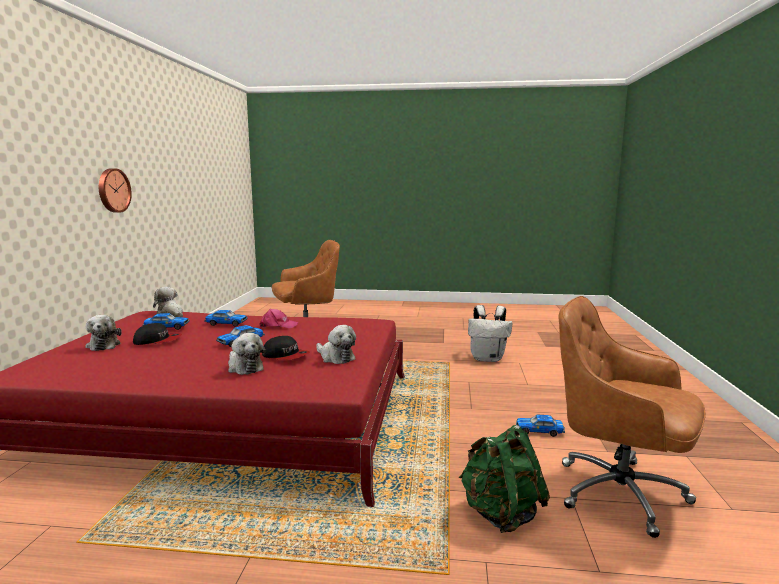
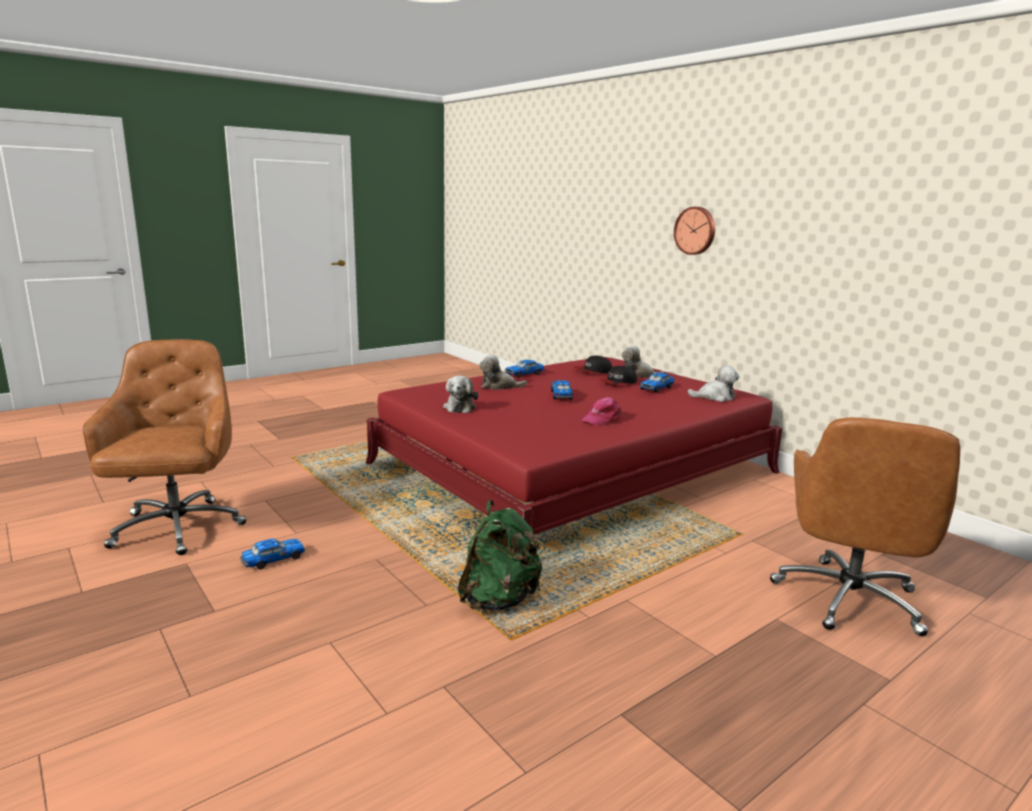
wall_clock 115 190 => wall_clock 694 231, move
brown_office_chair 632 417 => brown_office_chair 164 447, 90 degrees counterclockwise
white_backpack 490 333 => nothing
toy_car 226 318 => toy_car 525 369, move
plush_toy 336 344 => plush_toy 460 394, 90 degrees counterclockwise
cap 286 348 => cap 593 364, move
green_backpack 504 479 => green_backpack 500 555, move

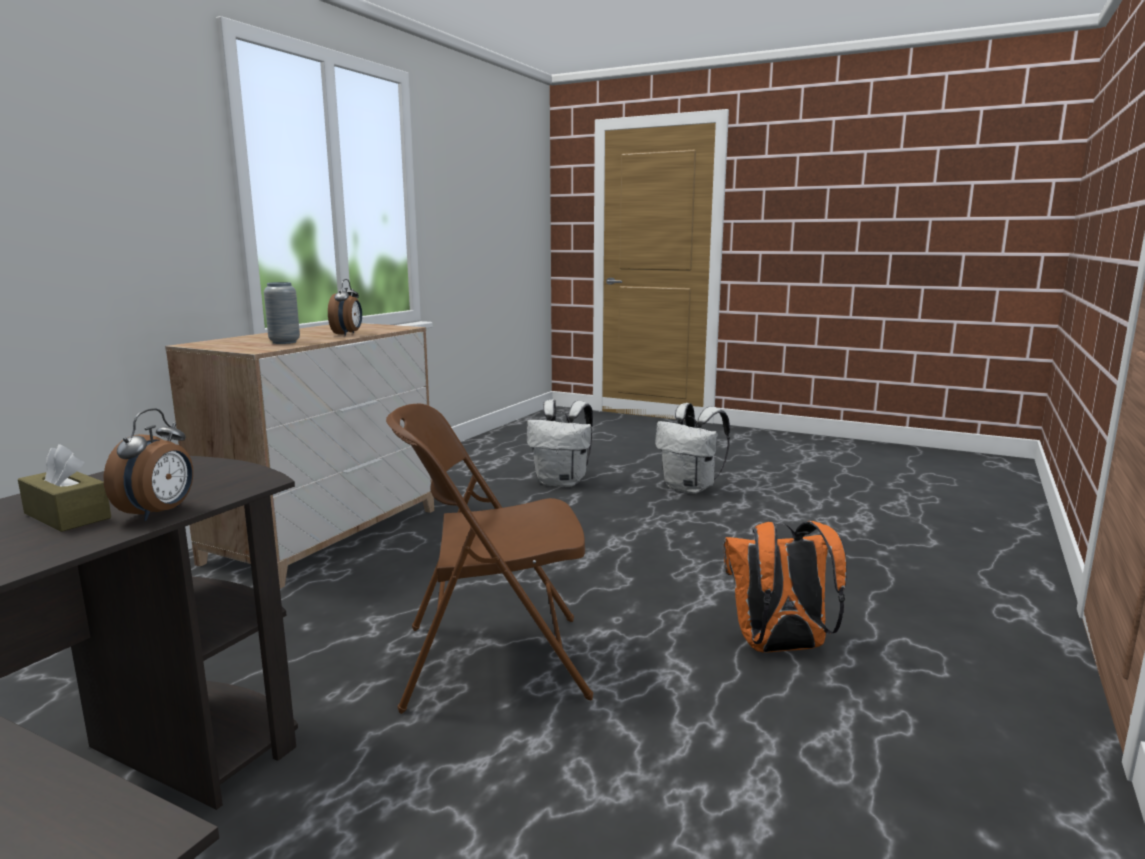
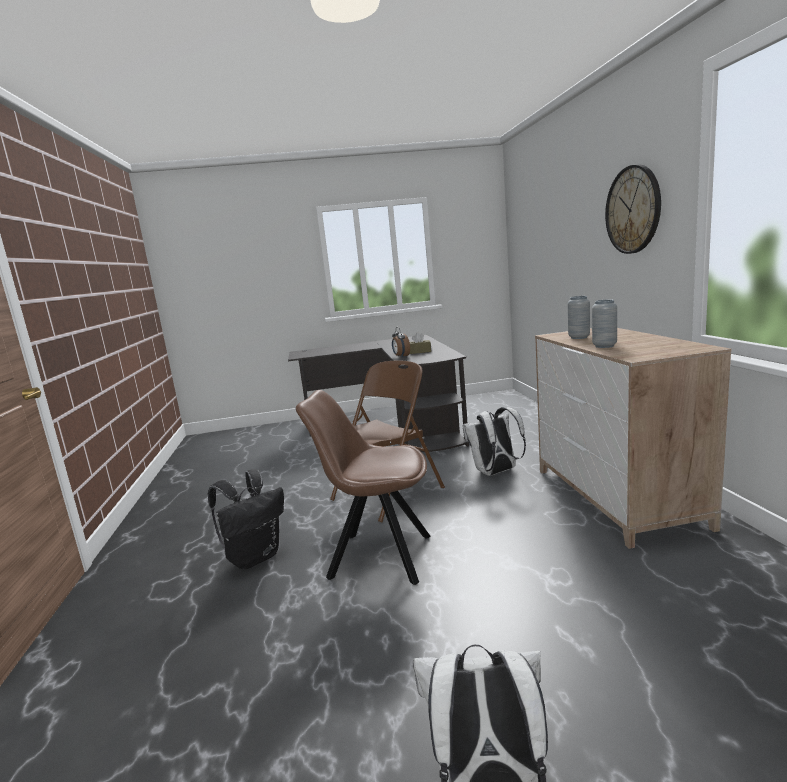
alarm_clock 345 307 => grey_vase 604 324
white_backpack 560 443 => white_backpack 494 441, move
orange_backpack 785 587 => black_backpack 246 519
nothing => wall_clock 633 209
nothing => brown_chair 363 487

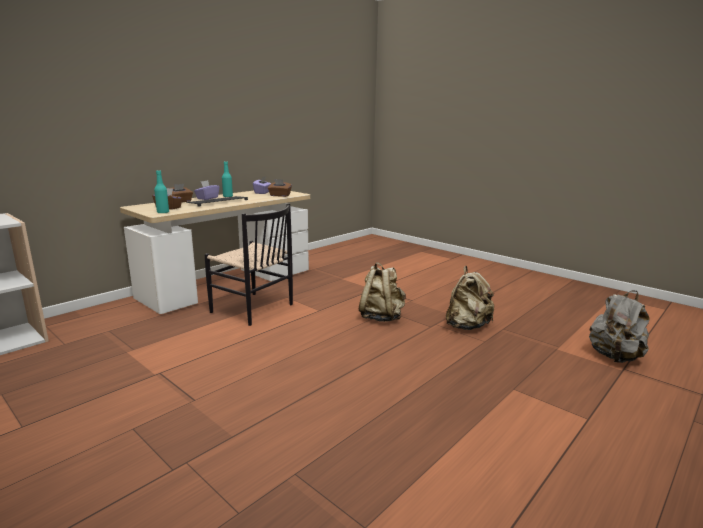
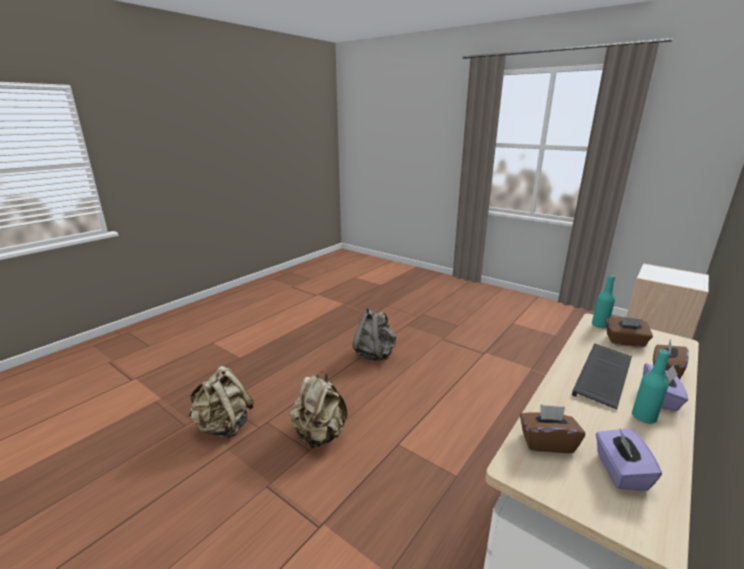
black_chair 248 264 => nothing
grey_backpack 619 327 => grey_backpack 374 334, move

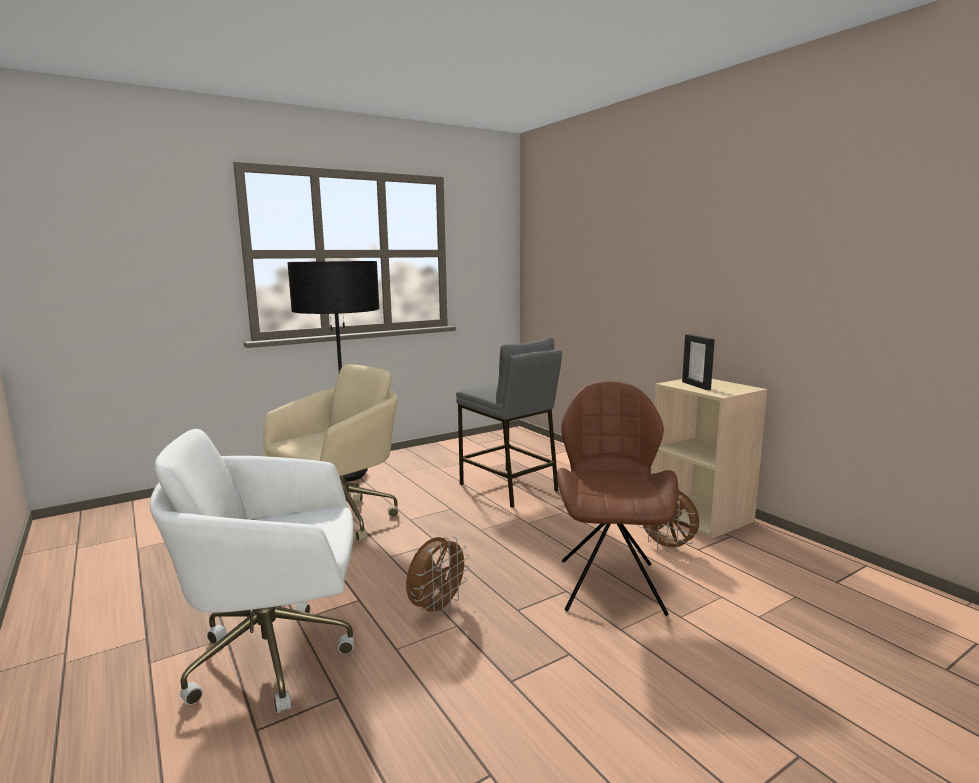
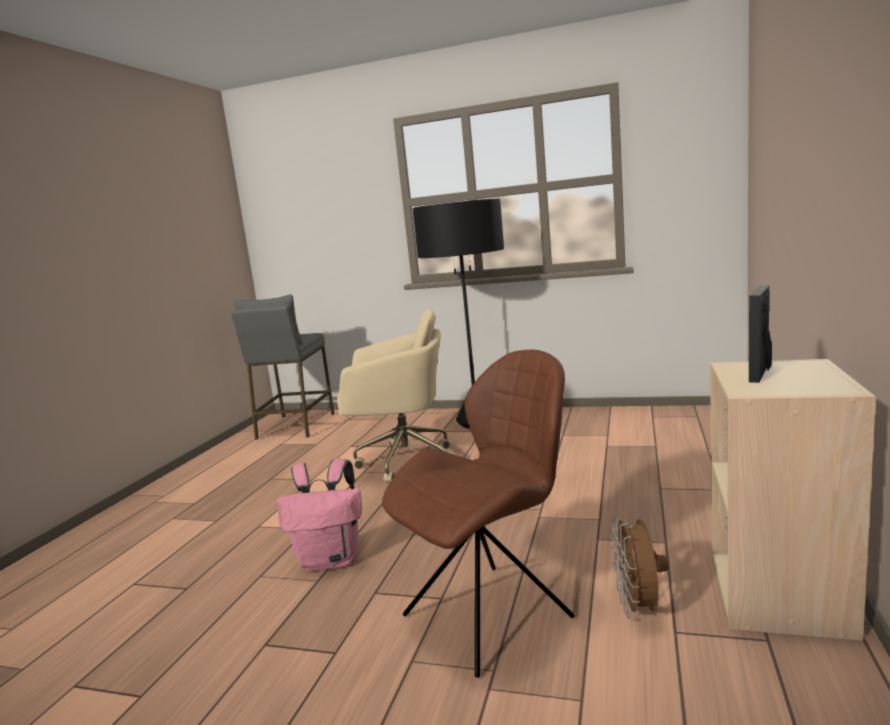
grey_stool 509 422 => grey_stool 282 367, move
white_office_chair 252 571 => nothing
brown_fan 438 577 => pink_backpack 319 515

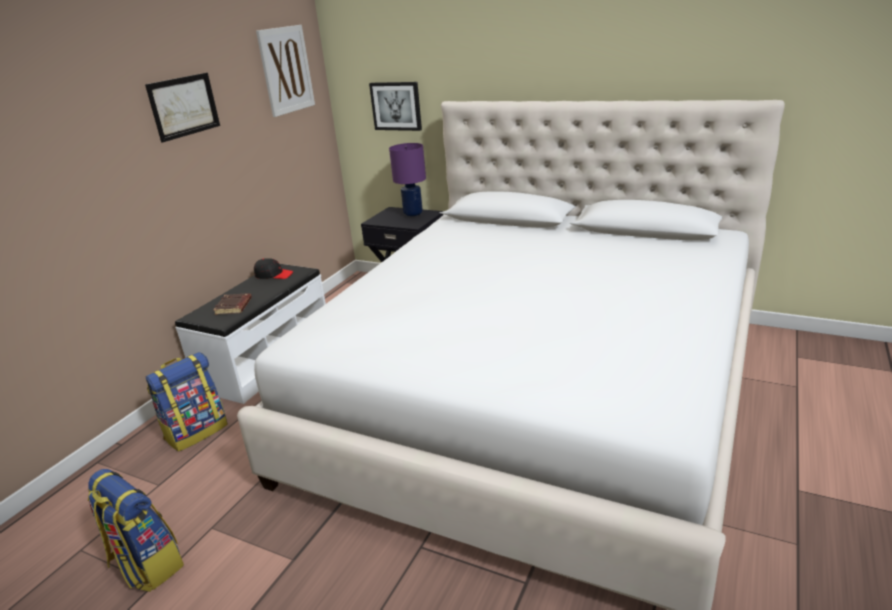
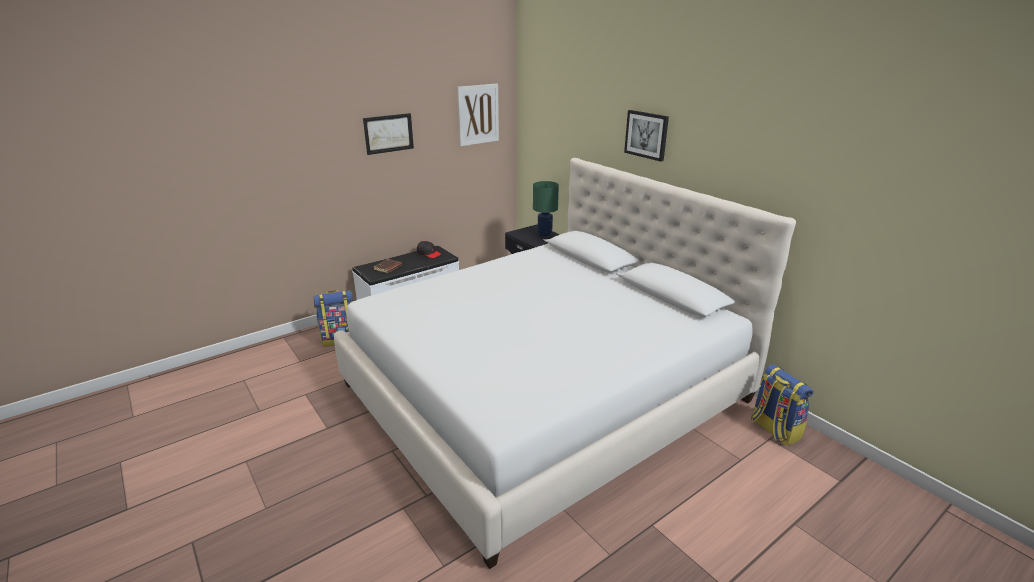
picture 395 106 => picture 646 136, move
purple_table_lamp 407 179 => green_table_lamp 546 209
backpack 136 530 => backpack 782 405, move

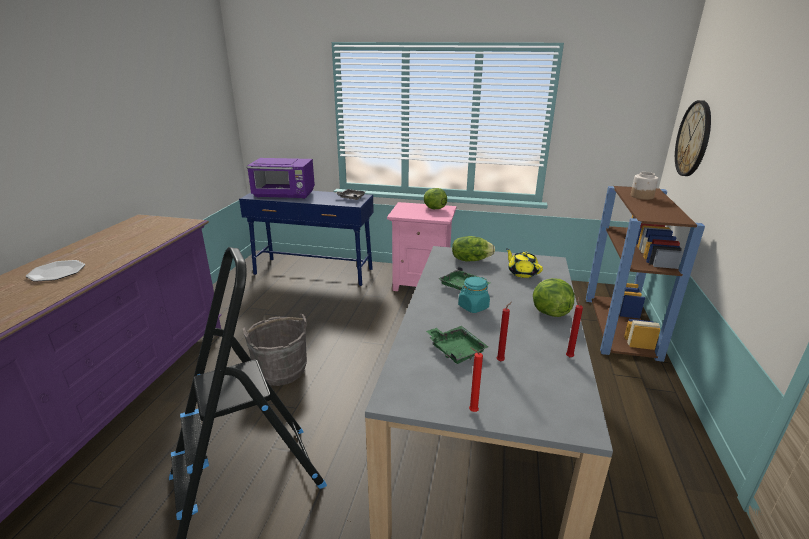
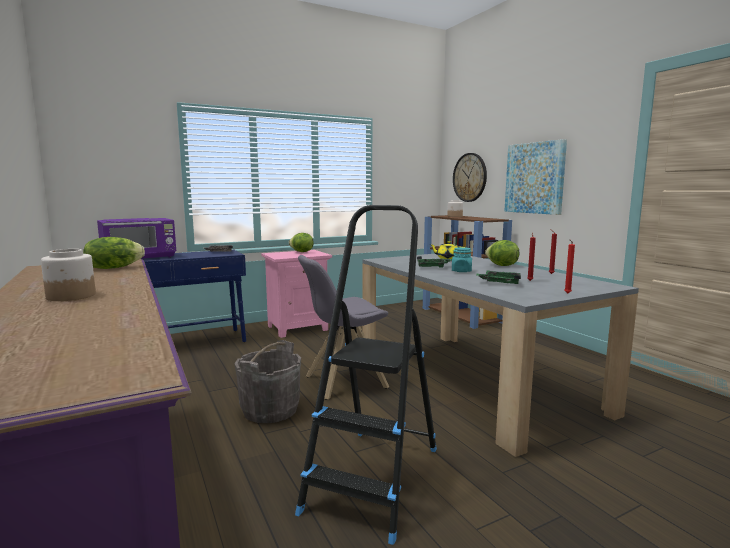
lettuce 473 248 => lettuce 114 253, move
plate 55 271 => jar 68 275
nothing => picture 535 177
nothing => grey_chair 343 327

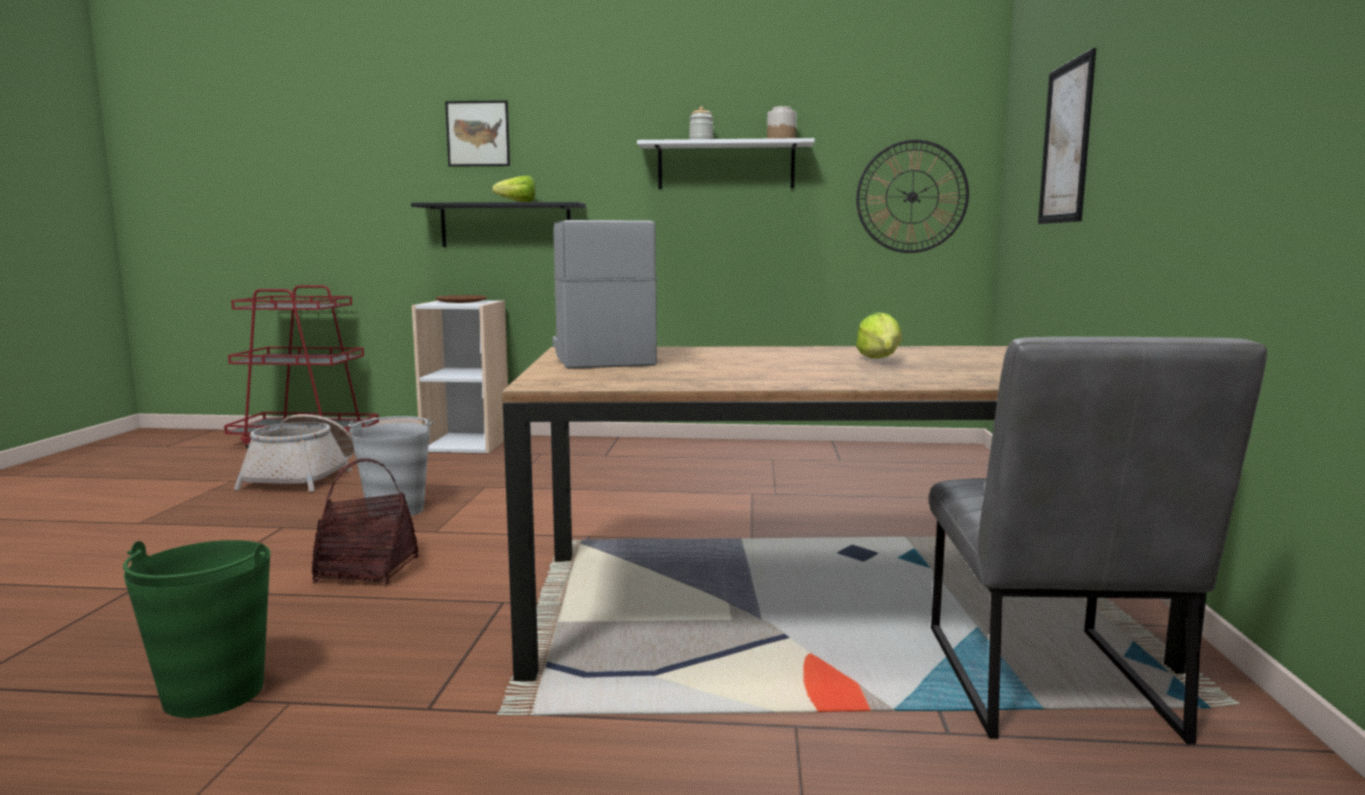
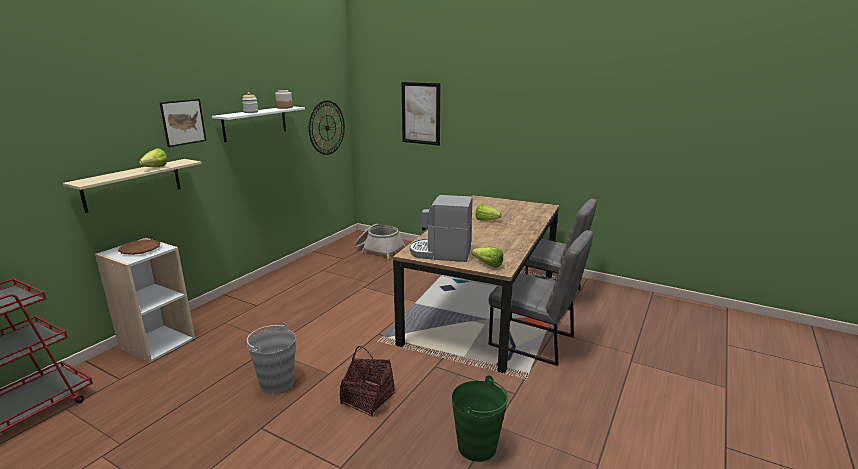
picture 477 133 => picture 182 123, move
black_shelf 498 224 => beige_shelf 132 186
basket 294 453 => basket 380 241, move
nothing => grey_chair 541 298
nothing => lettuce 487 257

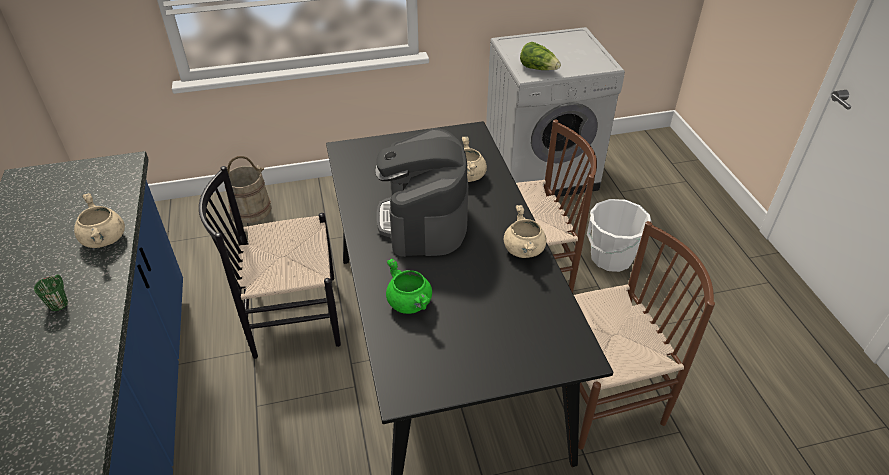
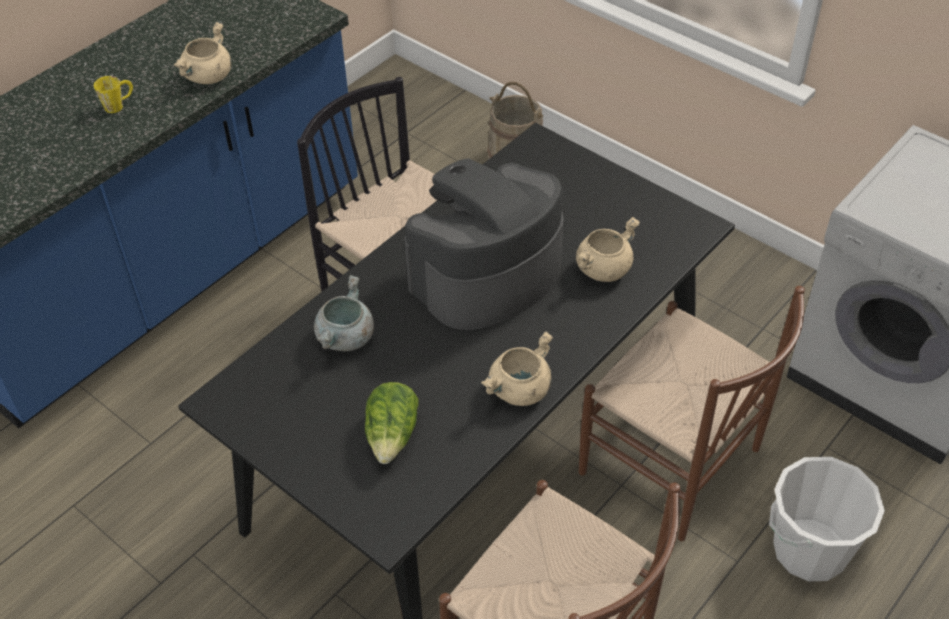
lettuce 540 56 => lettuce 392 423, move
green_cooking_pot 409 286 => grey_cooking_pot 344 313
green_mug 51 293 => yellow_mug 113 94

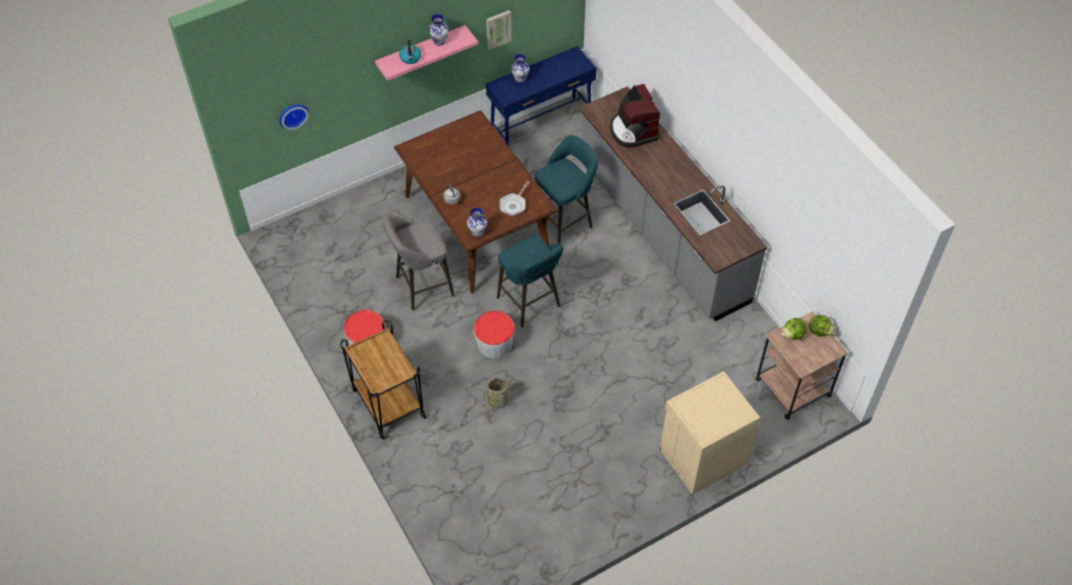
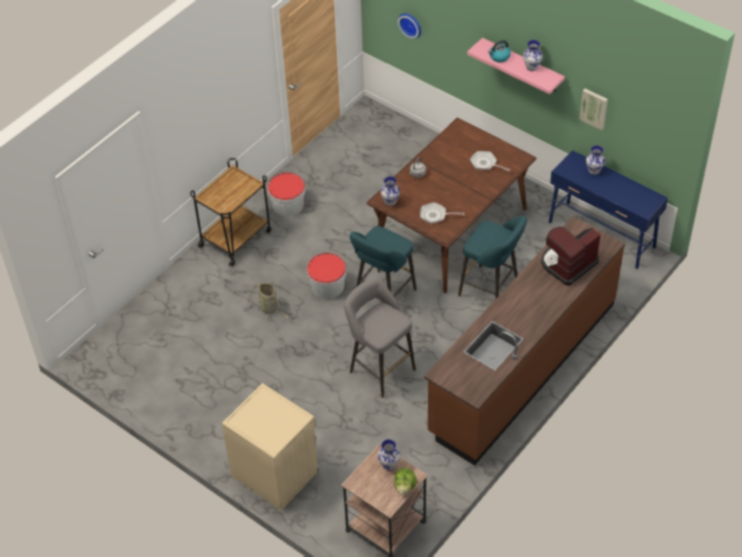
grey_counter 673 203 => brown_counter 524 341
grey_stool 418 263 => grey_stool 380 338, move
lettuce 794 329 => vase 389 455
nothing => frying_pan 490 161

